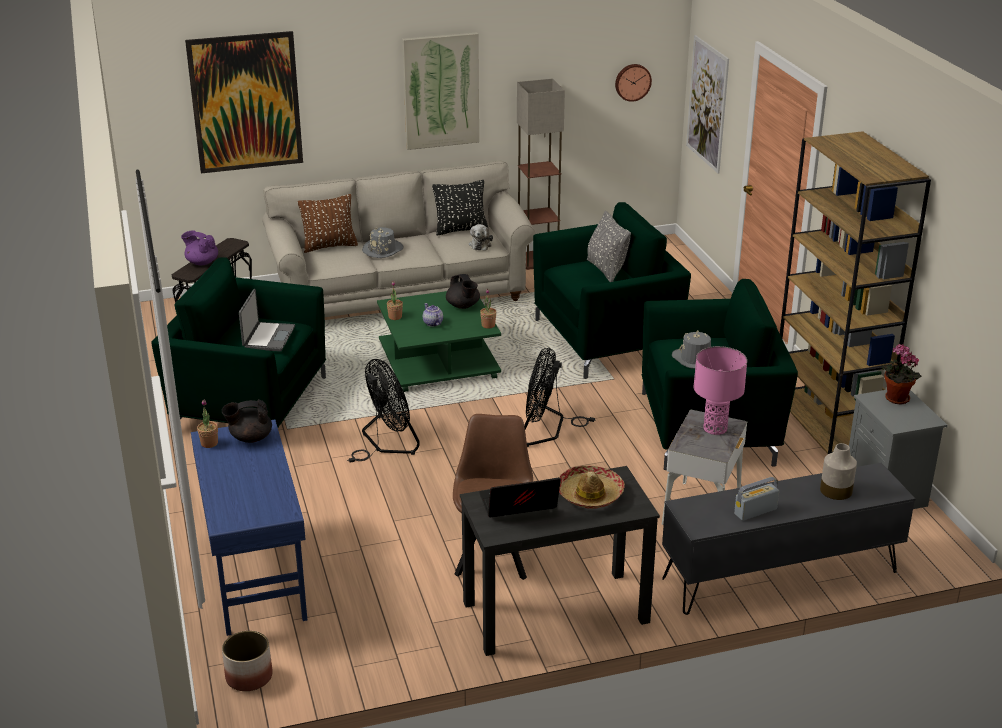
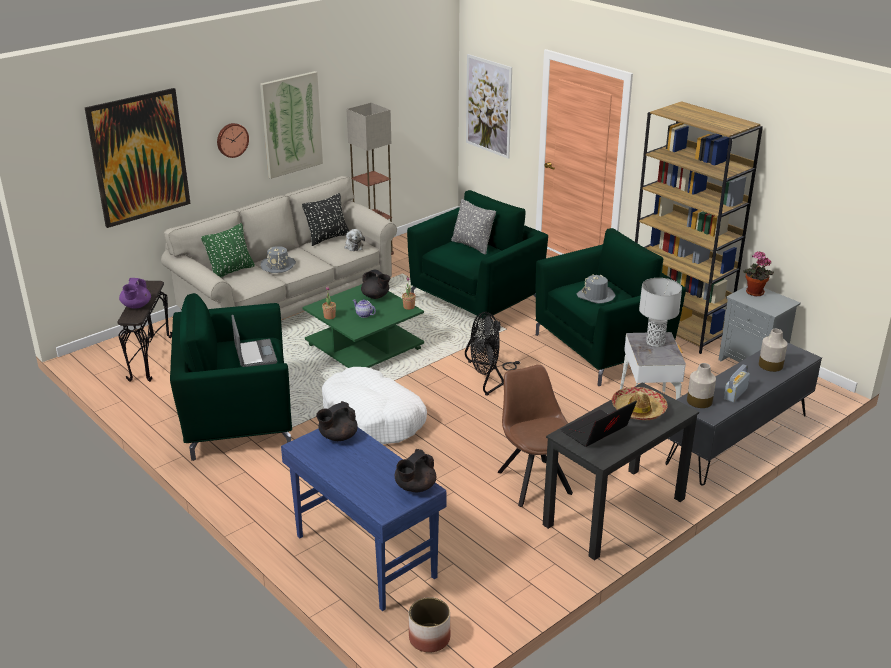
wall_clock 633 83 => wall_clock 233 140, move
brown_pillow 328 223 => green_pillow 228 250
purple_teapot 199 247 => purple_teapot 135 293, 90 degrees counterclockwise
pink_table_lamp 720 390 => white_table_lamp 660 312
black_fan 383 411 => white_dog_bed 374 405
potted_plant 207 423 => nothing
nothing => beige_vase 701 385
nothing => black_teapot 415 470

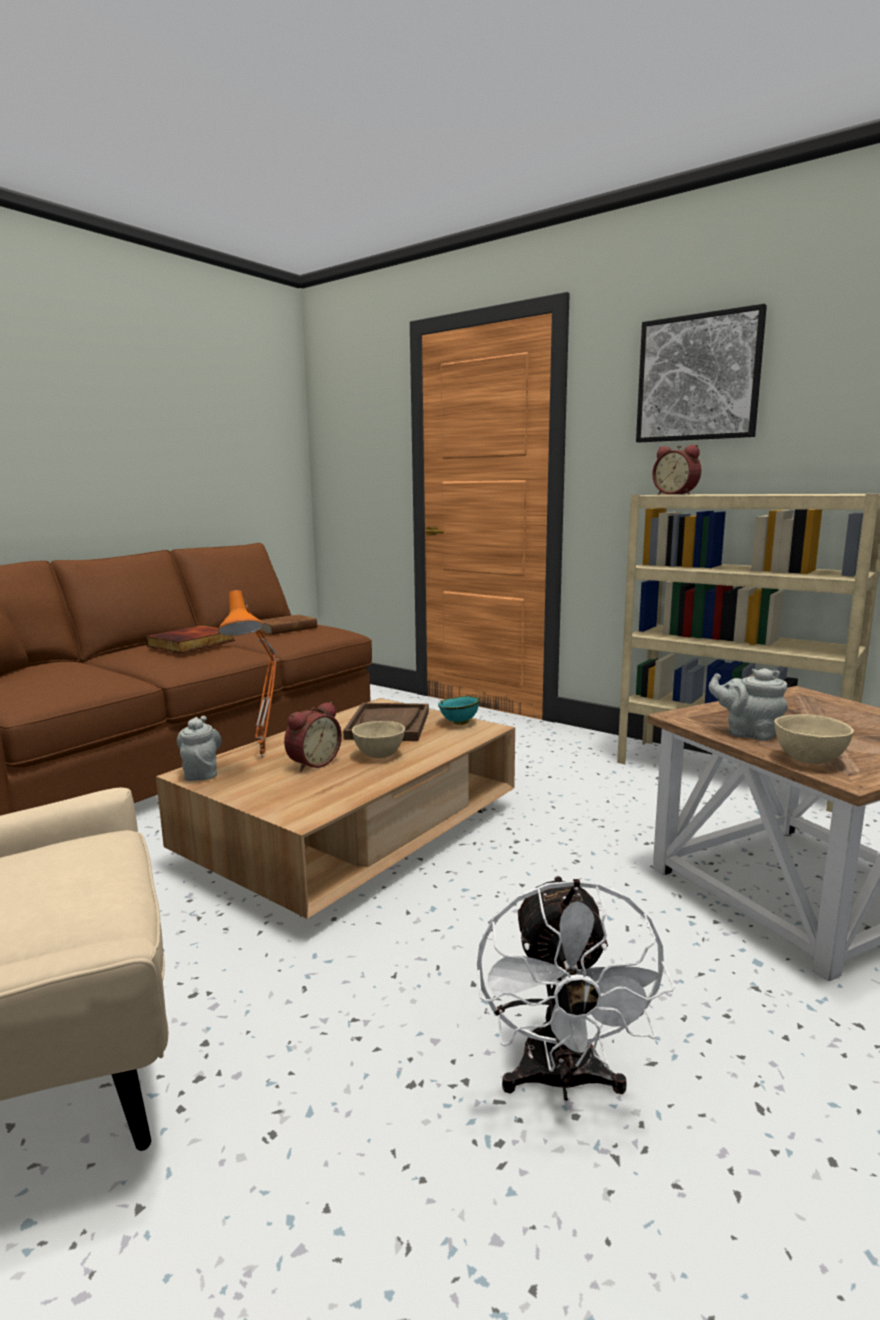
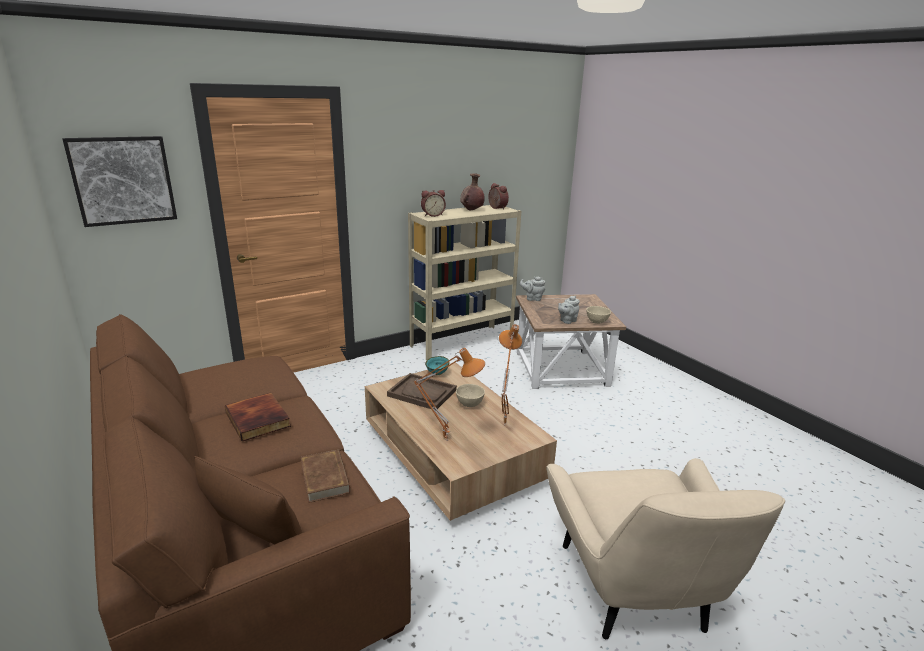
picture 701 373 => picture 120 181, move
brown_book 289 625 => brown_book 325 476, move
alarm_clock 313 736 => alarm_clock 498 196, move
grey_teapot 199 748 => grey_teapot 532 289, move
white_fan 576 988 => nothing
nothing => brown_vase 472 191
nothing => orange_table_lamp 510 373

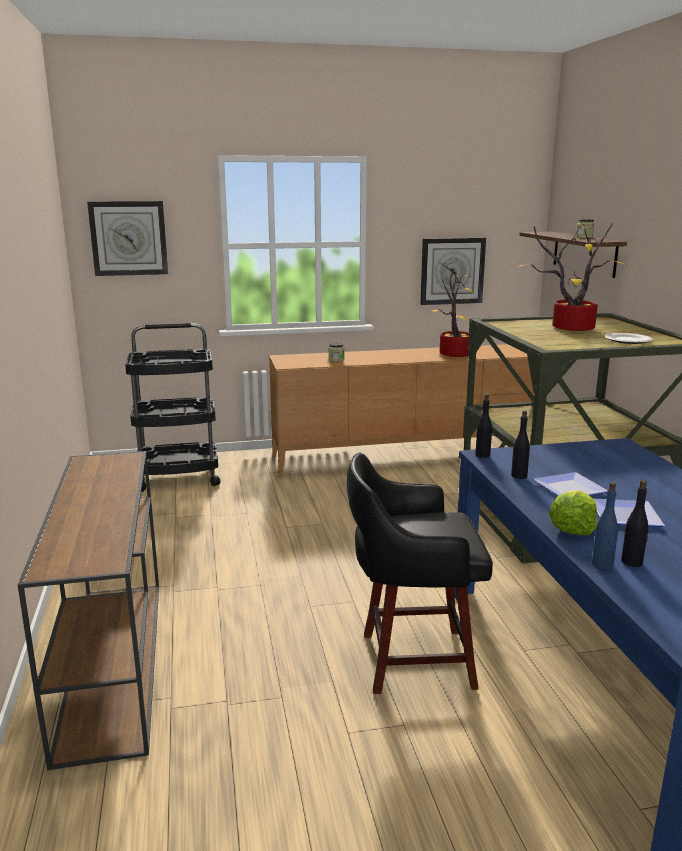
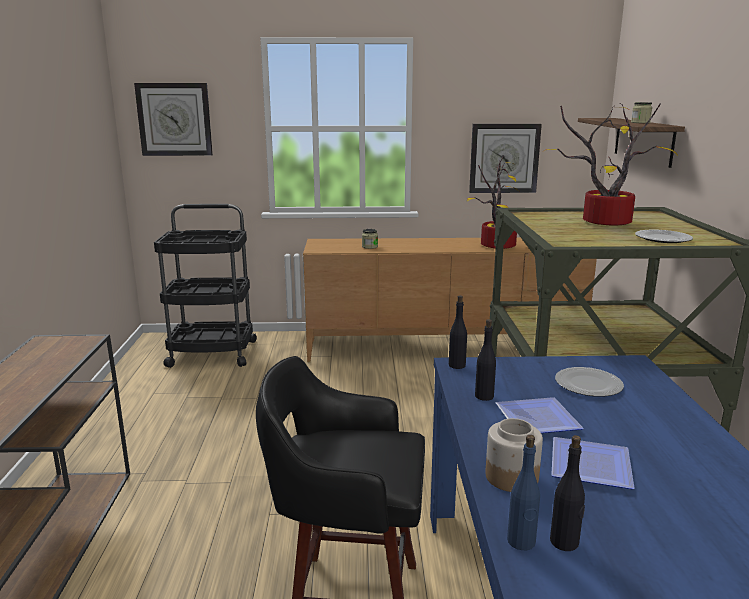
lettuce 573 513 => jar 514 455
nothing => plate 589 382

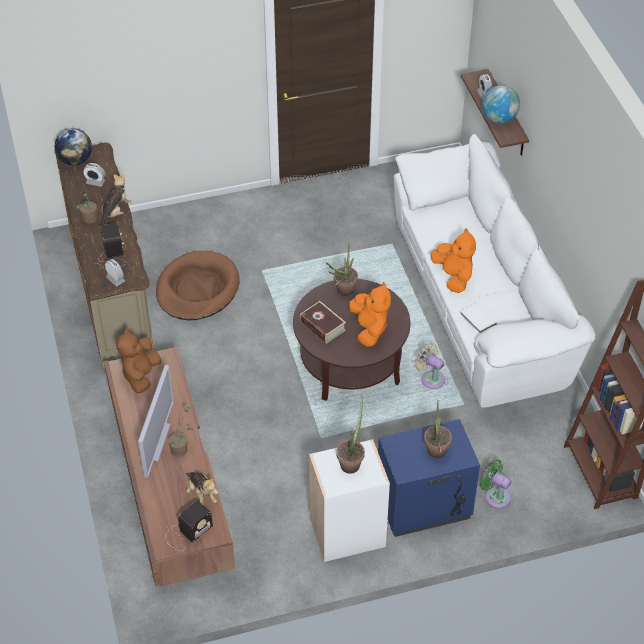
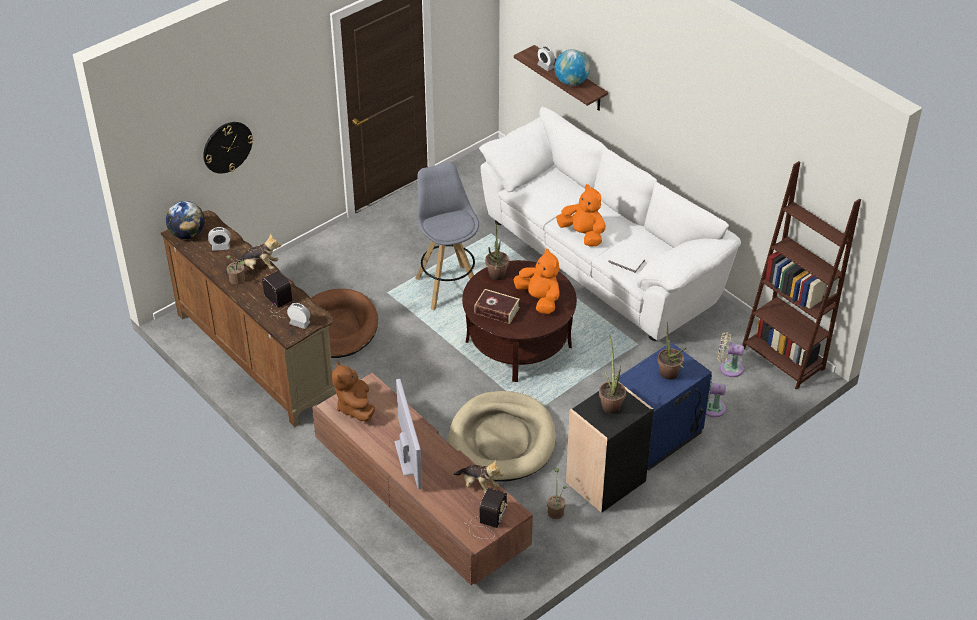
plush_toy 116 199 => plush_toy 258 251, 90 degrees clockwise
beige_fan 430 365 => beige_fan 731 354, move
potted_plant 181 432 => potted_plant 557 493, move
white_bookcase 349 500 => black_bookcase 610 447
nothing => wall_clock 228 148
nothing => grey_stool 447 236
nothing => beige_dog_bed 502 436

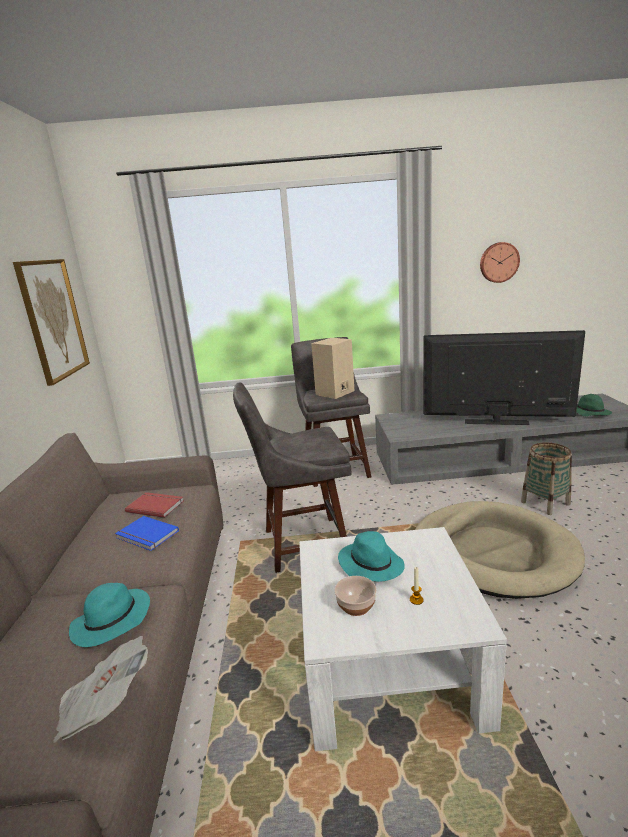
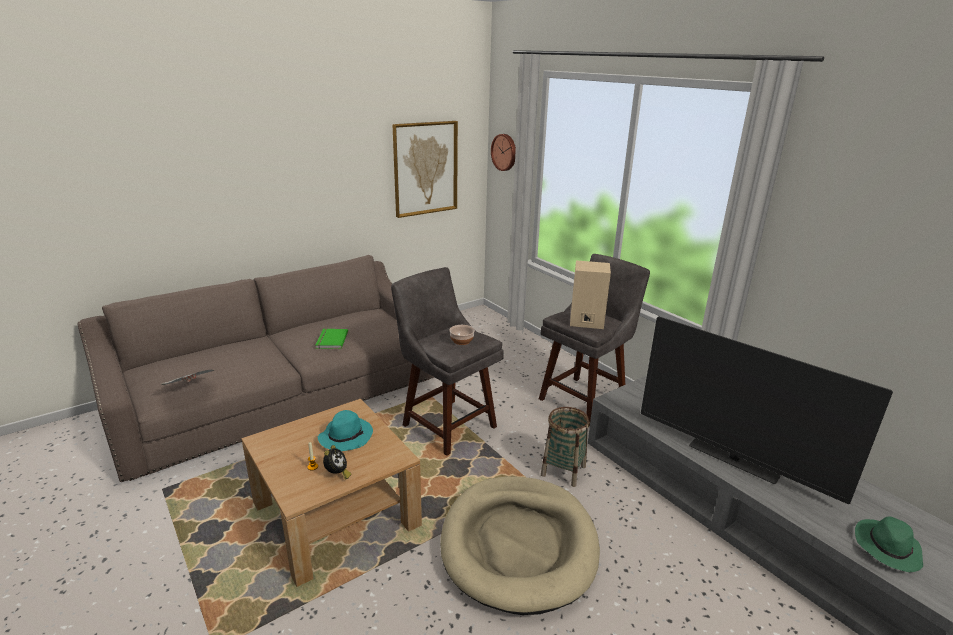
wall_clock 500 262 => wall_clock 503 152, move
television 504 377 => television 767 410, 150 degrees clockwise
basket 546 479 => basket 565 447, move
red_book 154 505 => nothing
blue_book 147 533 => green_book 332 339
white_coffee_table 403 639 => brown_coffee_table 332 493
bowl 355 596 => bowl 462 335, move
turquoise_hat 109 615 => nothing
nothing => alarm_clock 337 462

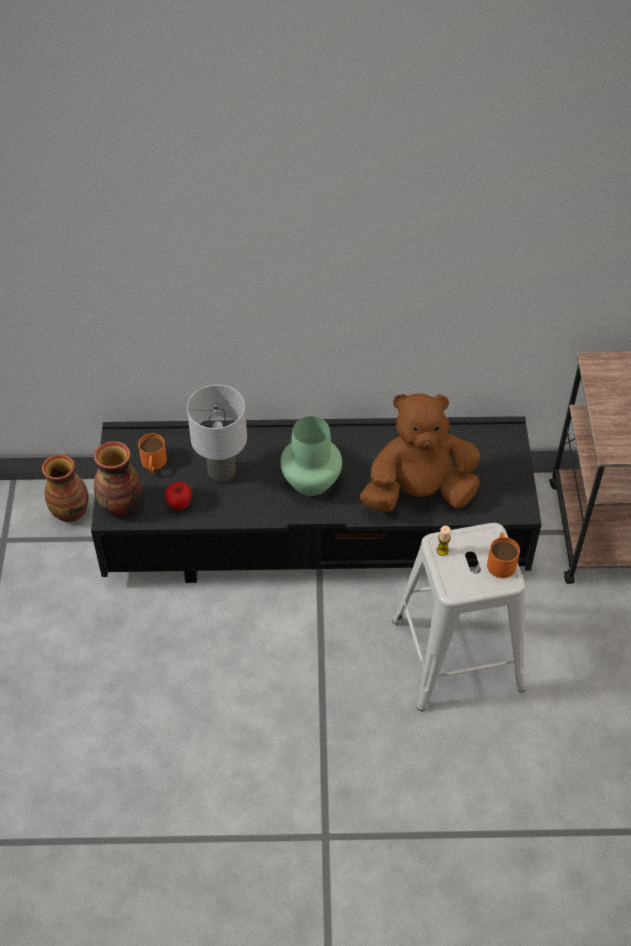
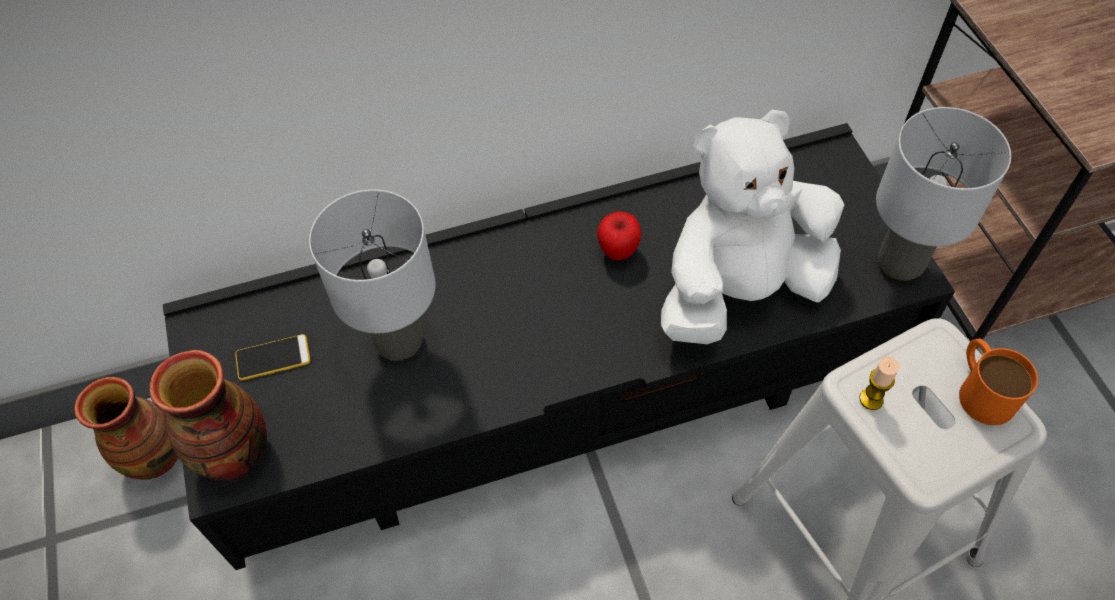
brown_plush_toy 420 452 => white_plush_toy 753 227
green_vase 311 456 => nothing
orange_mug 152 453 => phone 273 357
apple 178 495 => apple 619 235, move
nothing => white_table_lamp 943 194

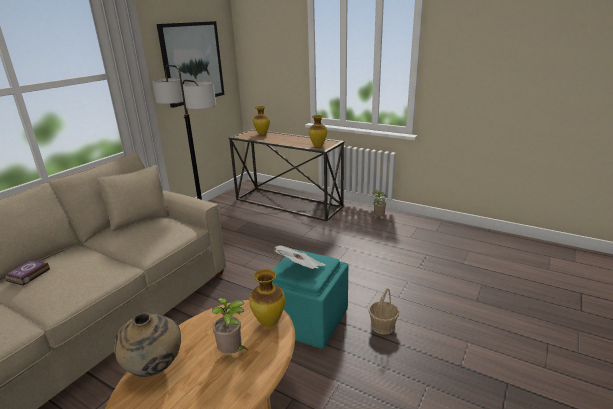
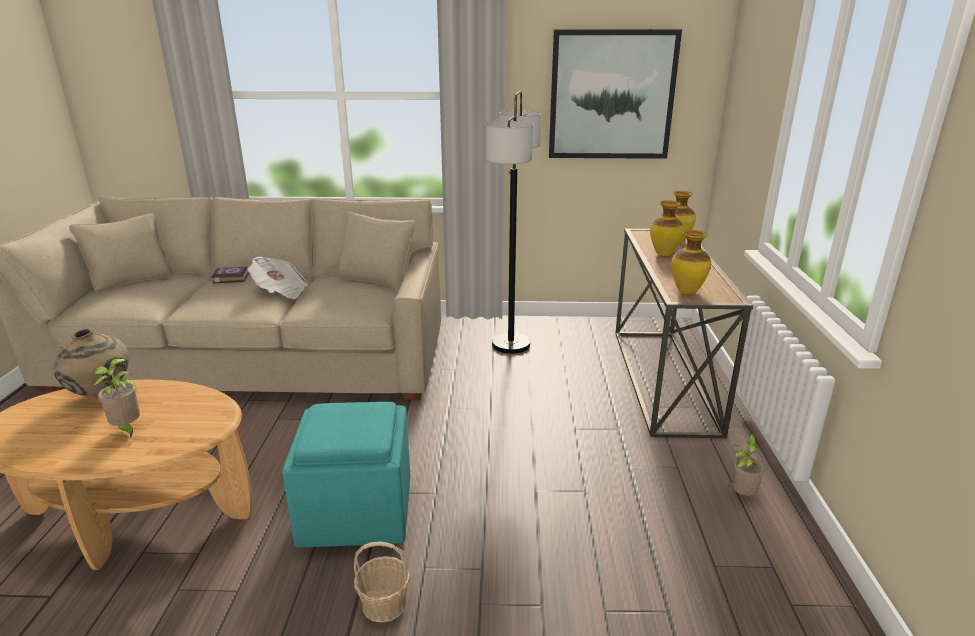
newspaper 299 257 => newspaper 278 278, move
vase 267 298 => vase 667 228, move

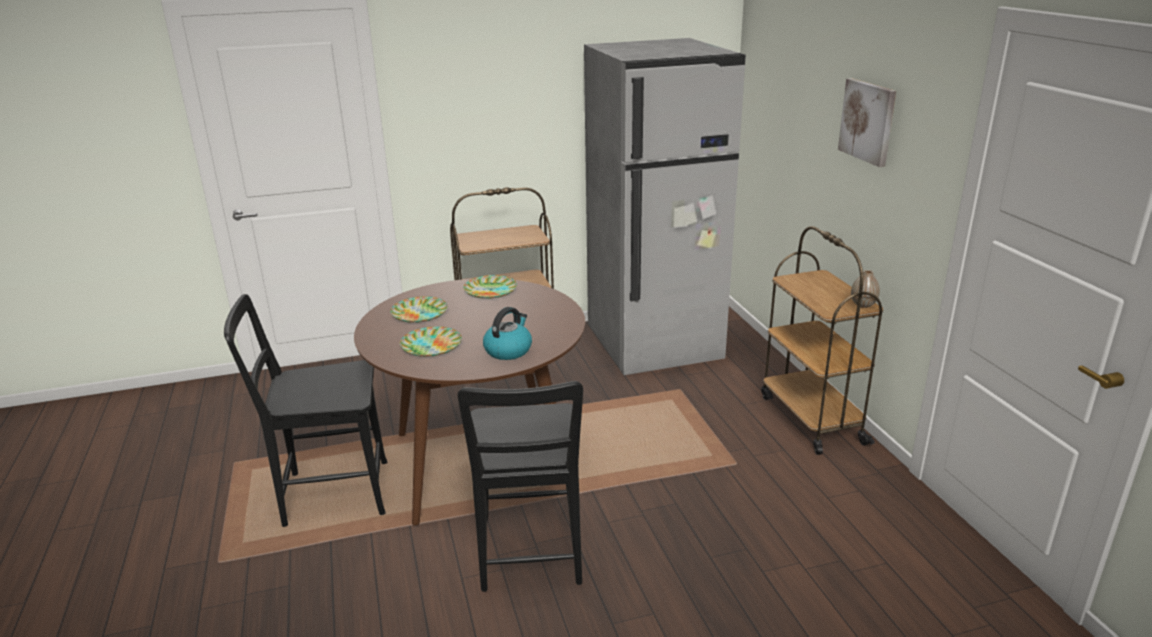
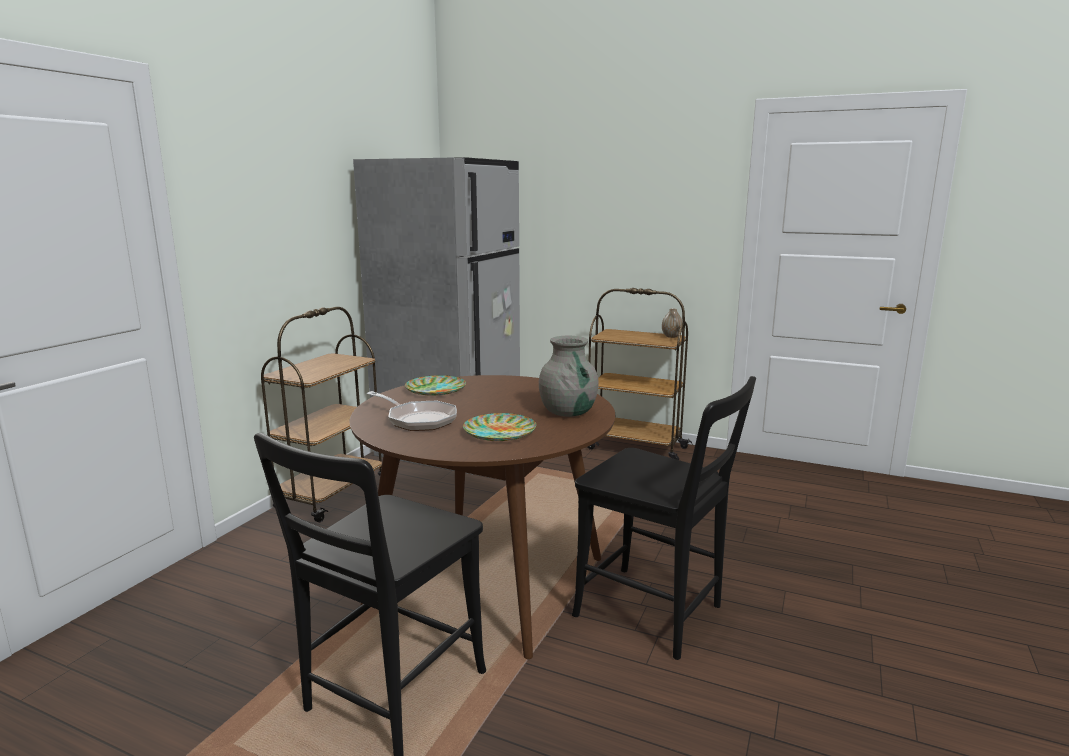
picture 867 122 => nothing
plate 419 309 => frying_pan 412 411
kettle 507 333 => grey_vase 569 376

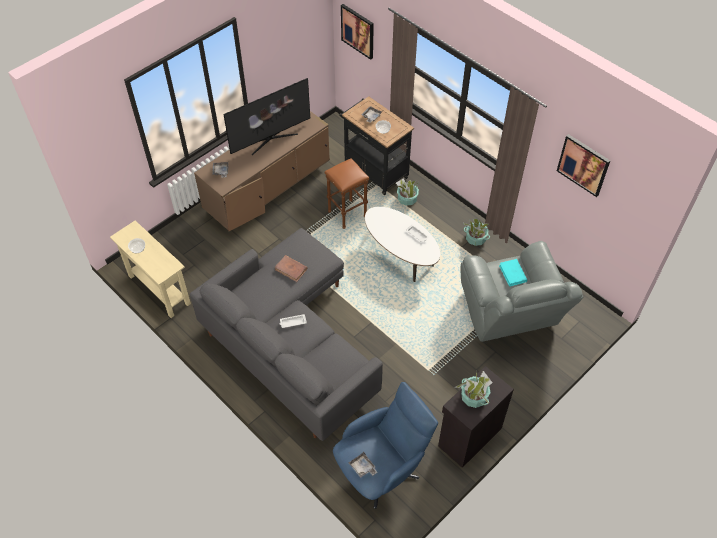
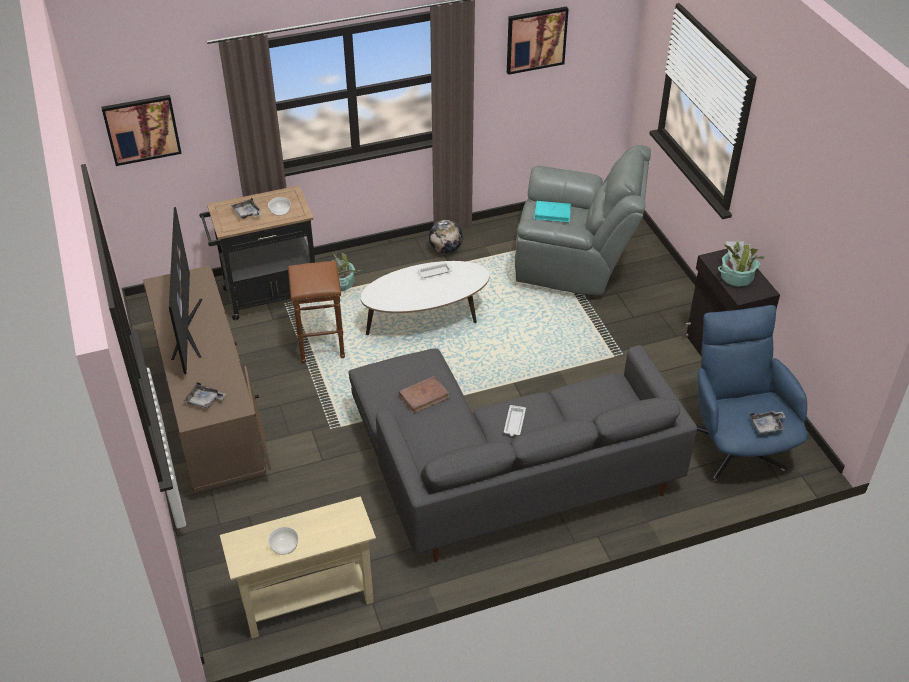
potted_plant 477 232 => globe 446 237

